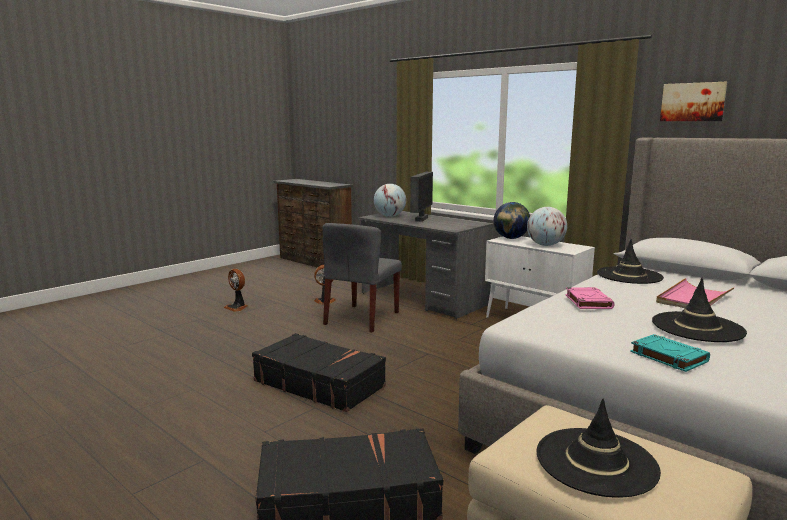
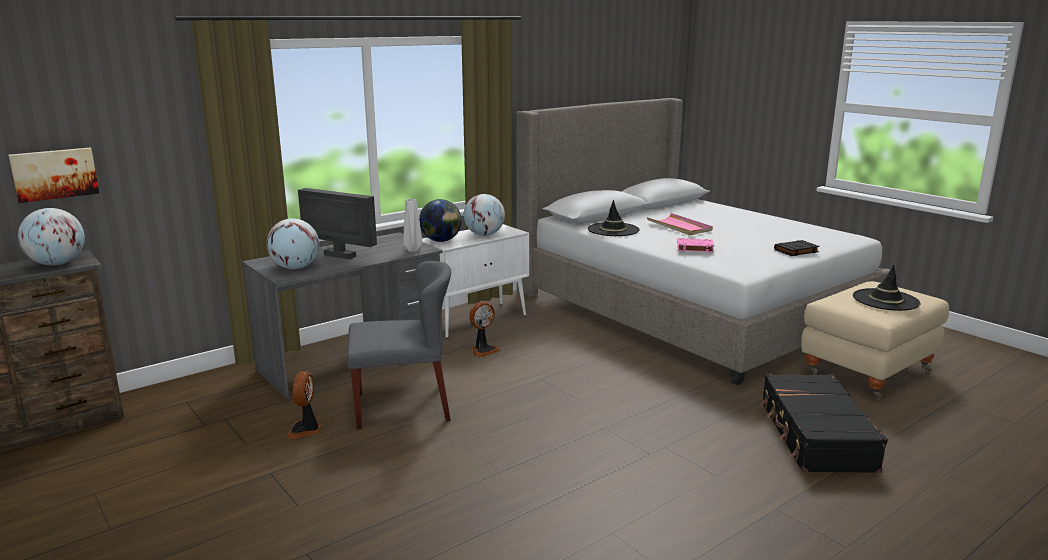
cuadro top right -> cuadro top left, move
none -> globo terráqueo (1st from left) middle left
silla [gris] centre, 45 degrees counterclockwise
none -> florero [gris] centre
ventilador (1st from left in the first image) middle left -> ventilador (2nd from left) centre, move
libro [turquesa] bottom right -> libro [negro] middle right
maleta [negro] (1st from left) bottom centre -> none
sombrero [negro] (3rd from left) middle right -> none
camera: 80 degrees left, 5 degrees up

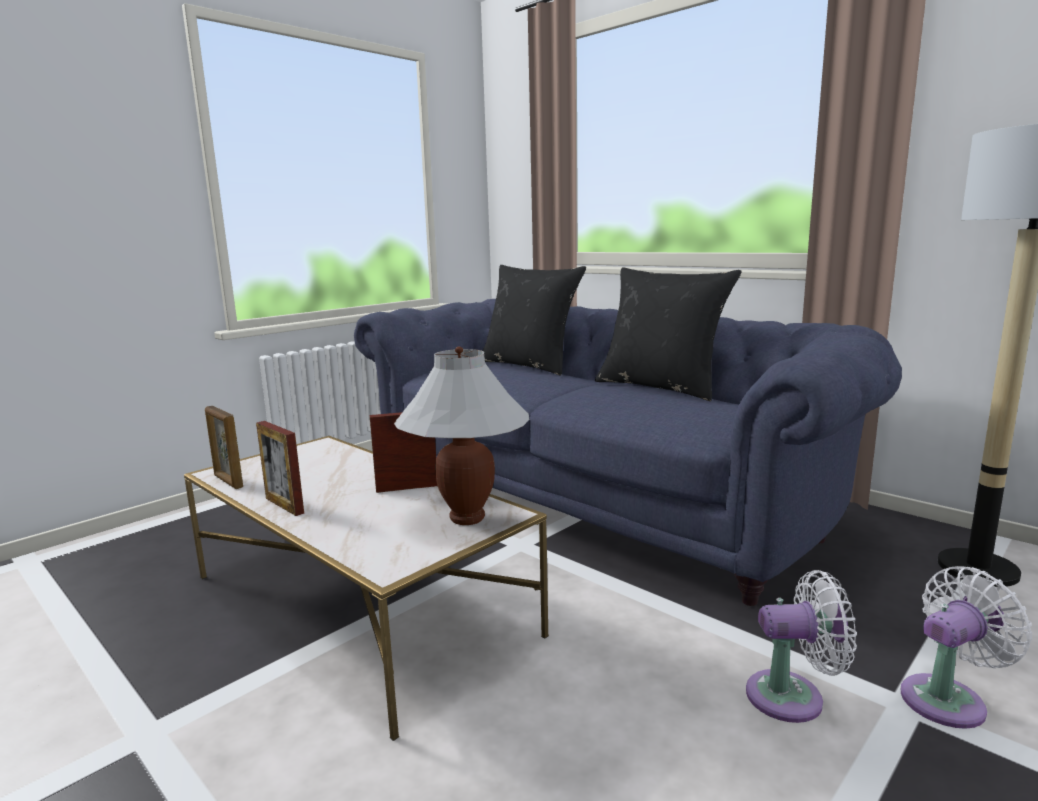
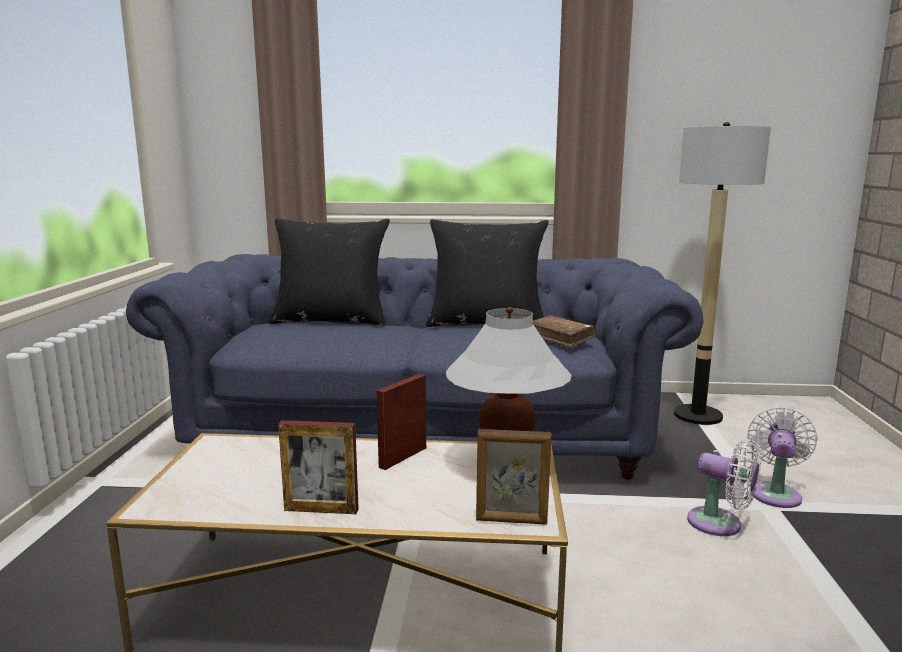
portarretratos (1st from left in the first image) middle left -> portarretratos (3rd from left) bottom centre, move
none -> libro [marrón] centre
ventilador [blanco] (1st from left) bottom right, 75 degrees clockwise
camera: 40 degrees left, 0 degrees up

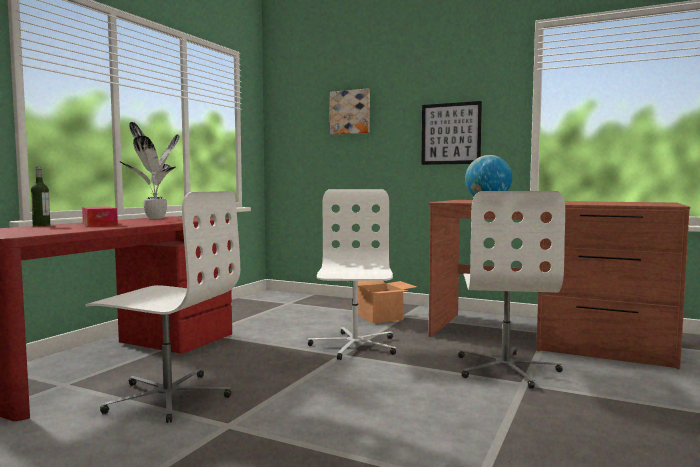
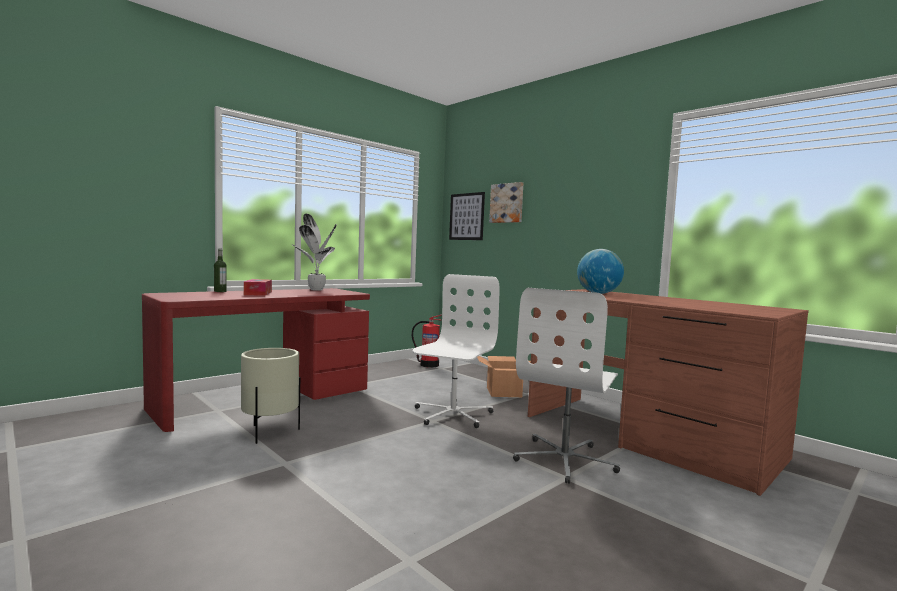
silla de oficina [blanco] (1st from left) middle left -> maceta [beis] bottom left
none -> extintor centre
cuadro (2nd from left in the first image) top centre -> cuadro (1st from left) centre, move
camera: 20 degrees right, 0 degrees up

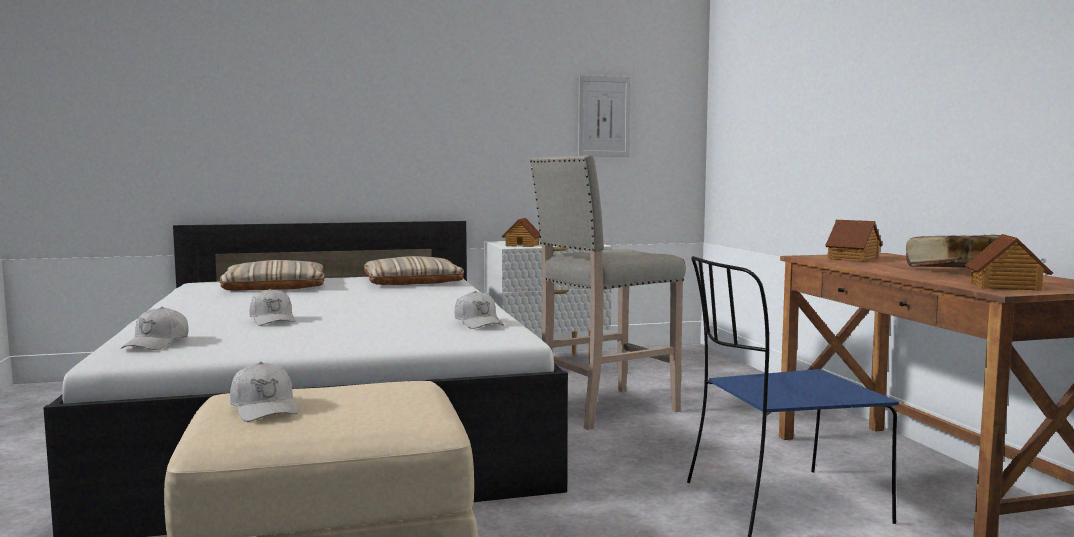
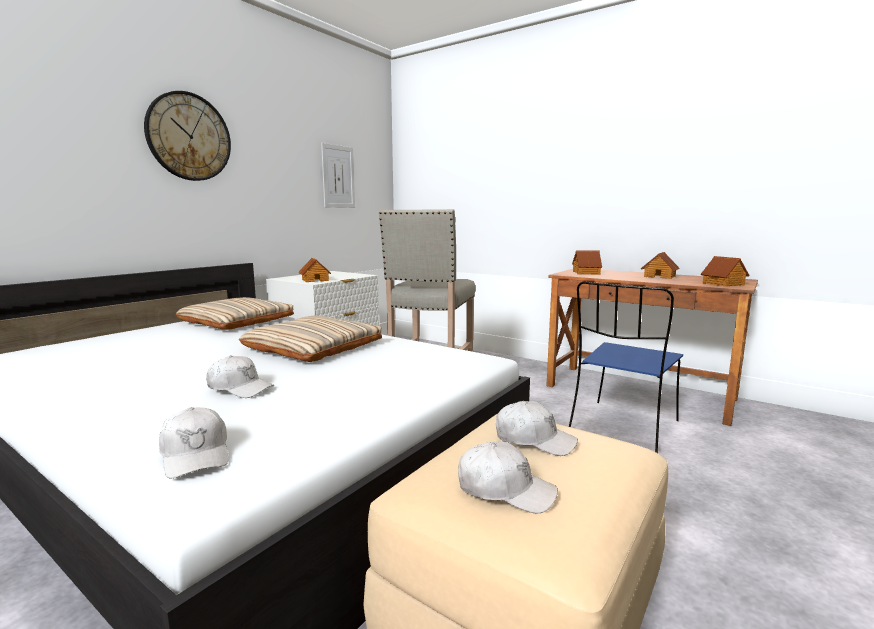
none -> reloj de pared top left
cojín [beis] (1st from left in the first image) middle left -> cojín [beis] (2nd from left) centre, move
gorra [blanco] (4th from left) centre -> gorra [blanco] (4th from left) bottom centre, move
libro middle right -> casita (3rd from left) middle right
camera: 40 degrees left, 5 degrees up

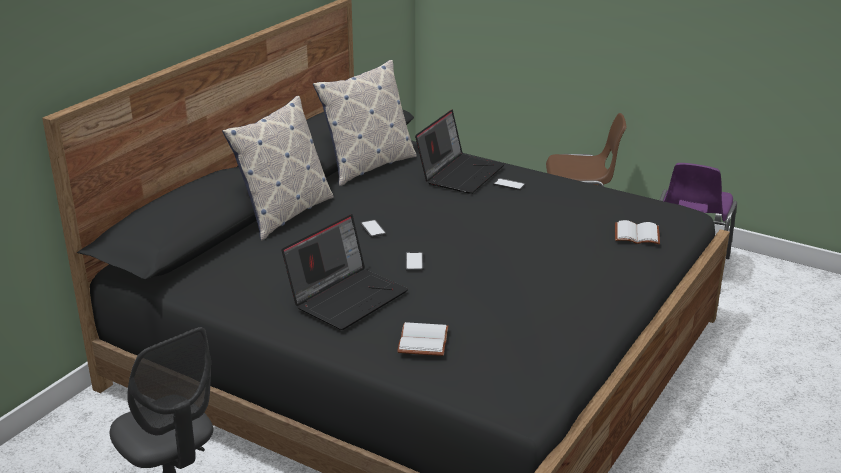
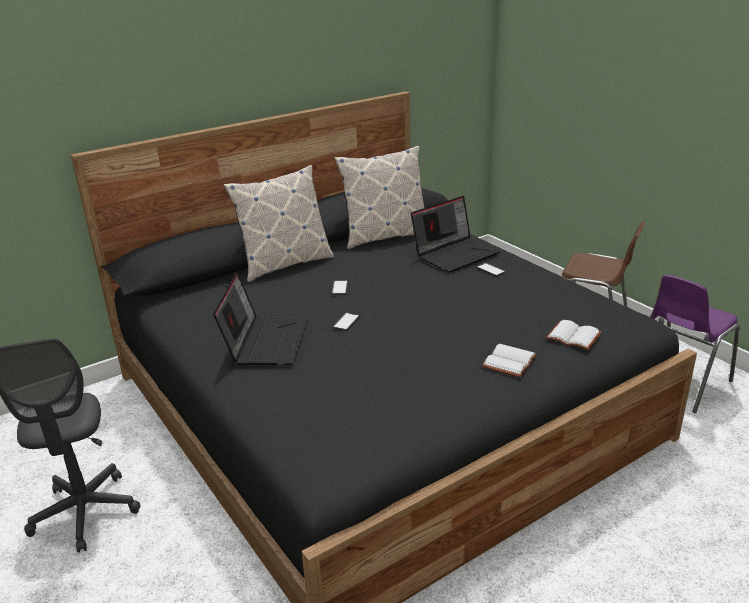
portátil (1st from left) centre, 60 degrees counterclockwise
libro [blanco] (1st from left) bottom centre -> libro [blanco] (1st from left) middle right, move
camera: 25 degrees right, 0 degrees up

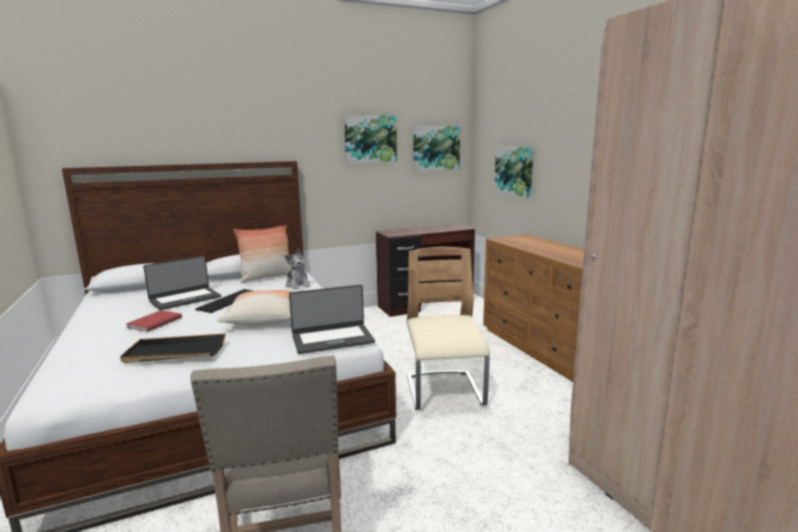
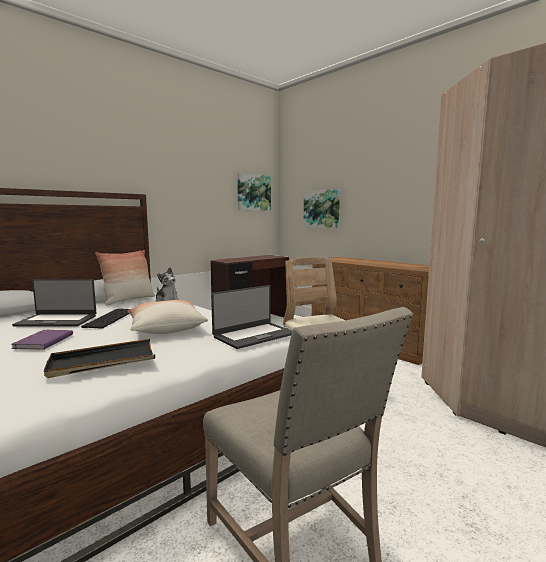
libro [rojo] middle left -> libro [morado] middle left
portátil (1st from left) middle left, 60 degrees clockwise
cuadro (1st from left) top centre -> none
camera: 20 degrees left, 5 degrees down

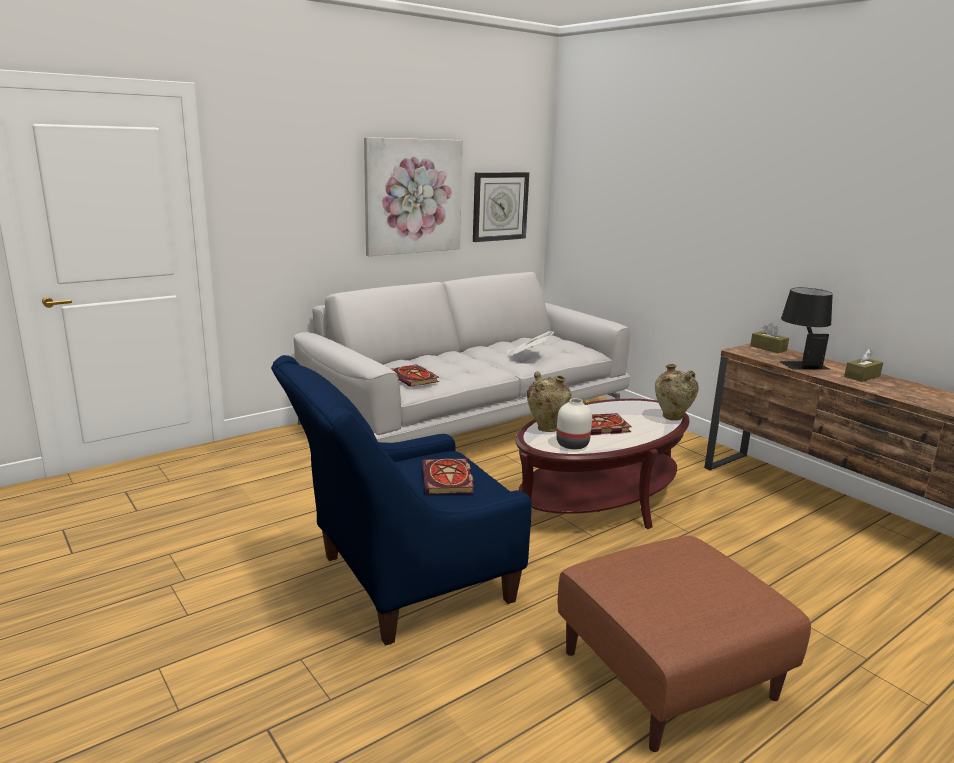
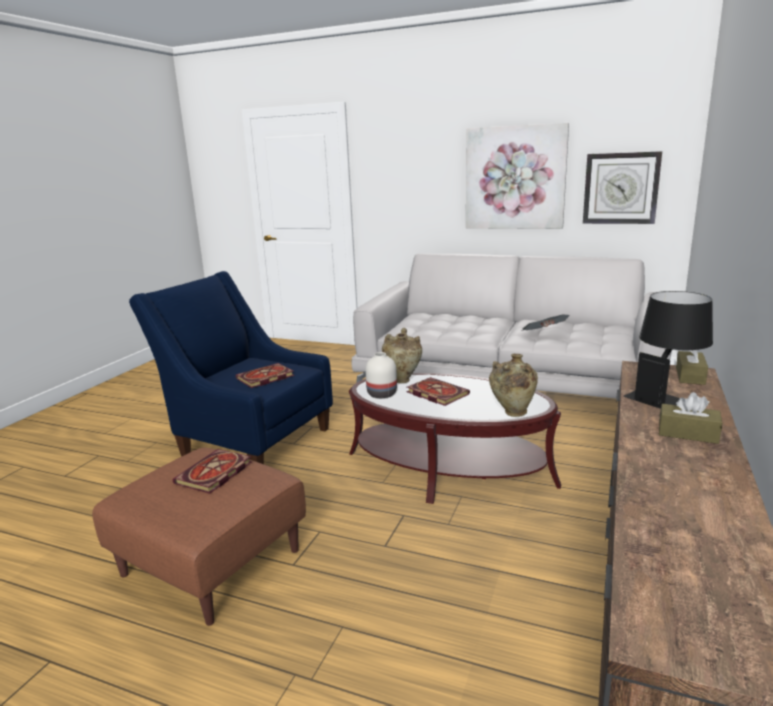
libro (1st from left) centre -> libro (1st from left) bottom left, move
camera: 60 degrees right, 0 degrees up

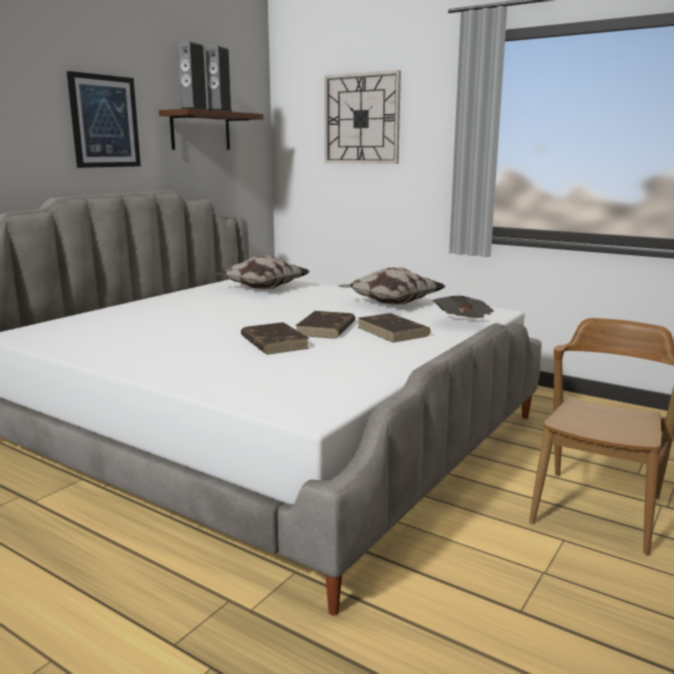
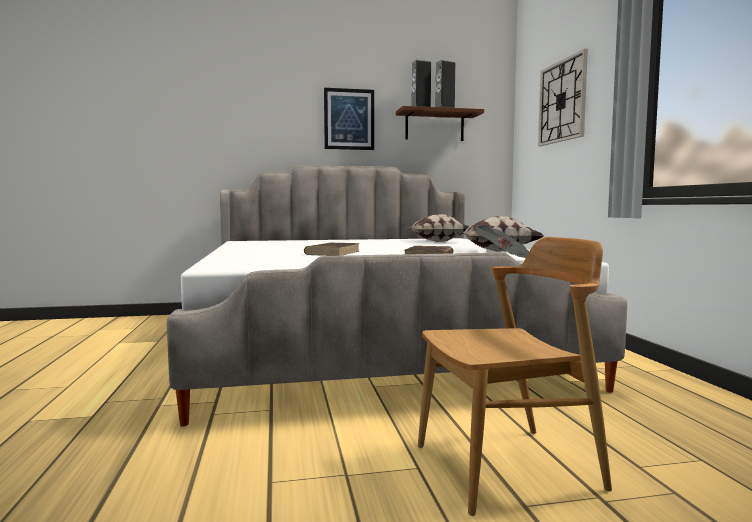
libro [marrón] (2nd from left) centre -> none
camera: 45 degrees right, 10 degrees down

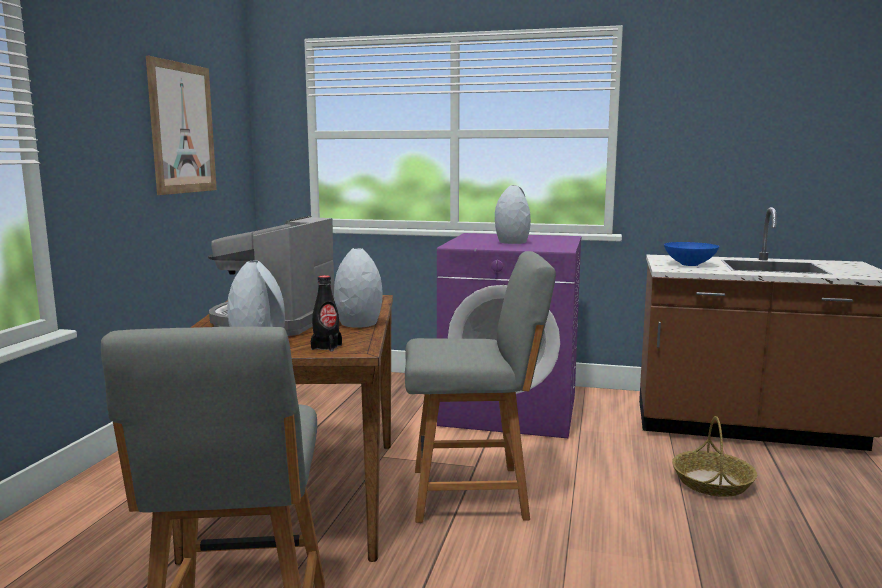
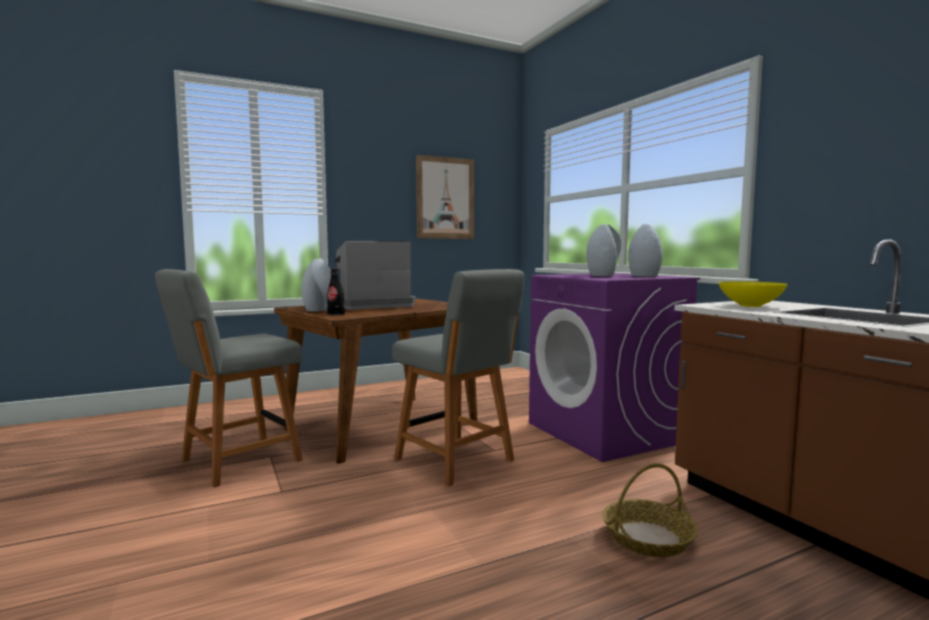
florero [gris] (2nd from left in the first image) centre -> florero [gris] (3rd from left) middle right, move
cuenco [azul] middle right -> cuenco [amarillo] middle right
camera: 50 degrees right, 5 degrees down

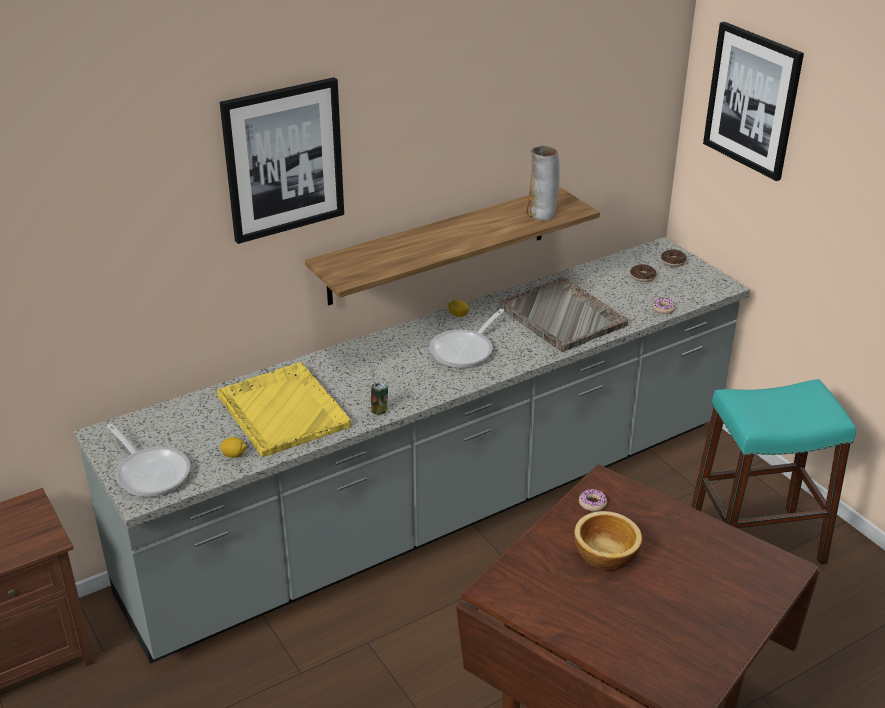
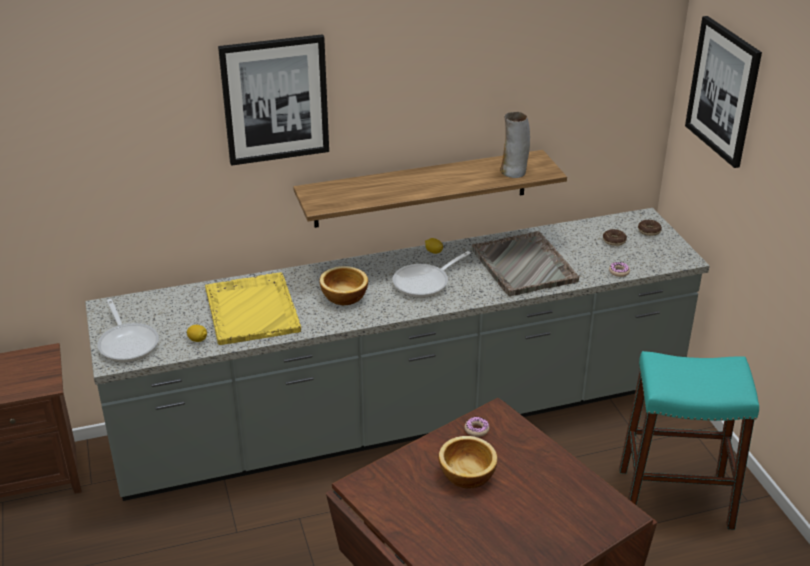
none -> cuenco (1st from left) centre
lata centre -> none
camera: 15 degrees right, 0 degrees up

